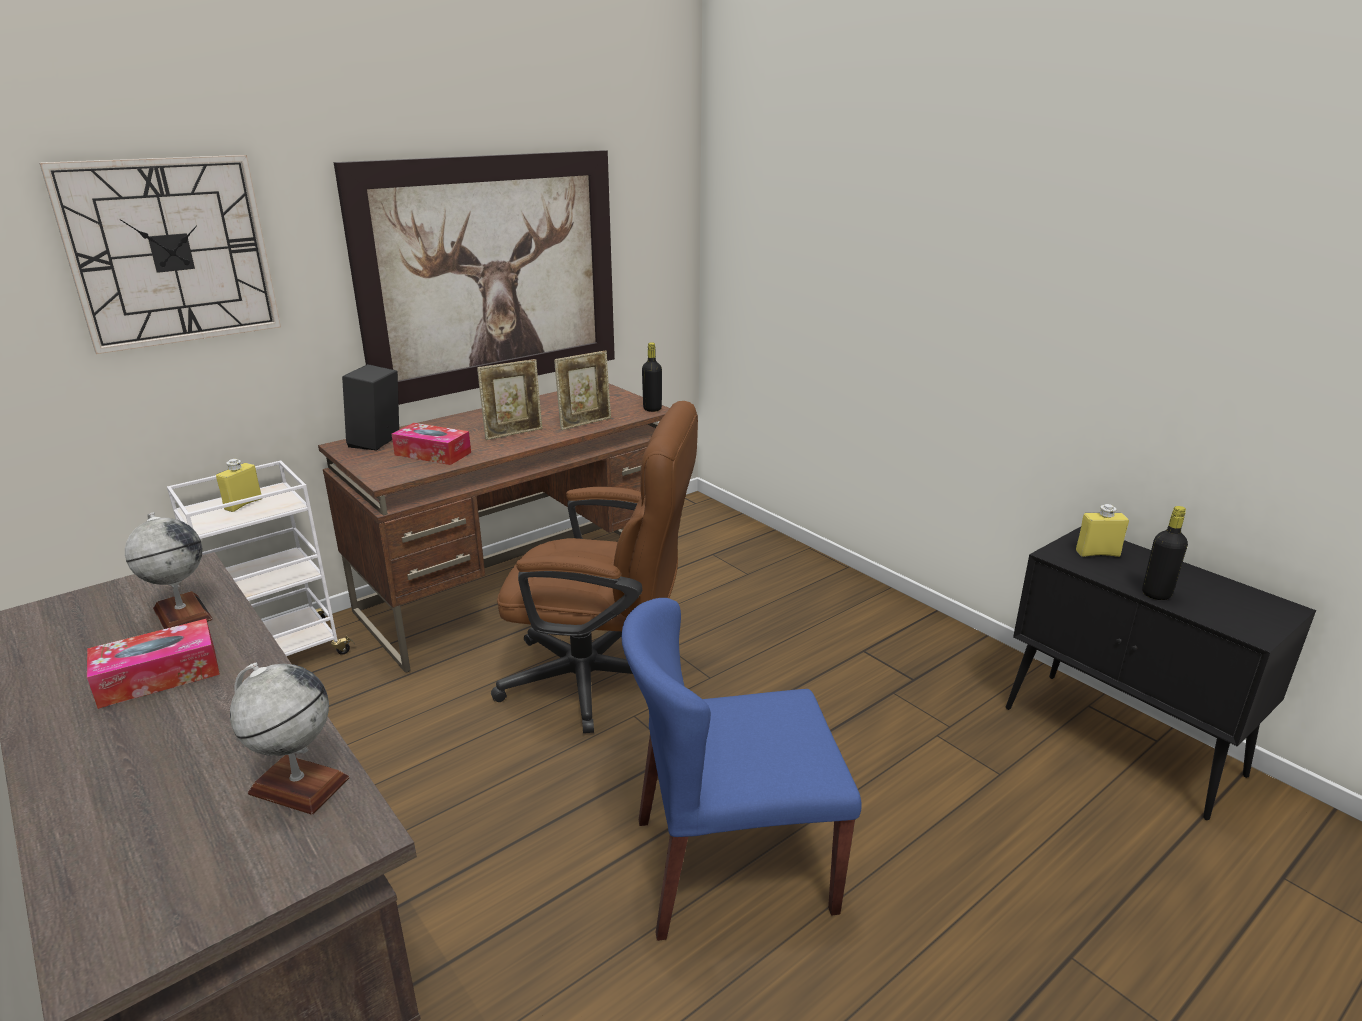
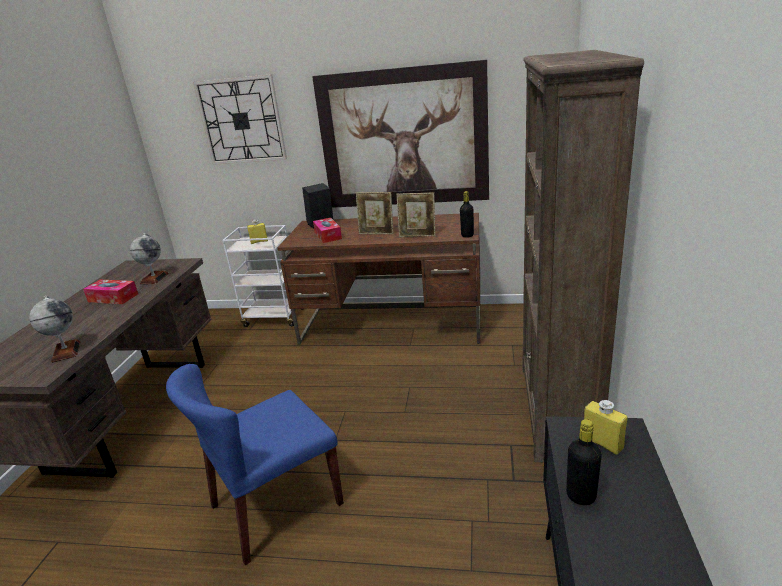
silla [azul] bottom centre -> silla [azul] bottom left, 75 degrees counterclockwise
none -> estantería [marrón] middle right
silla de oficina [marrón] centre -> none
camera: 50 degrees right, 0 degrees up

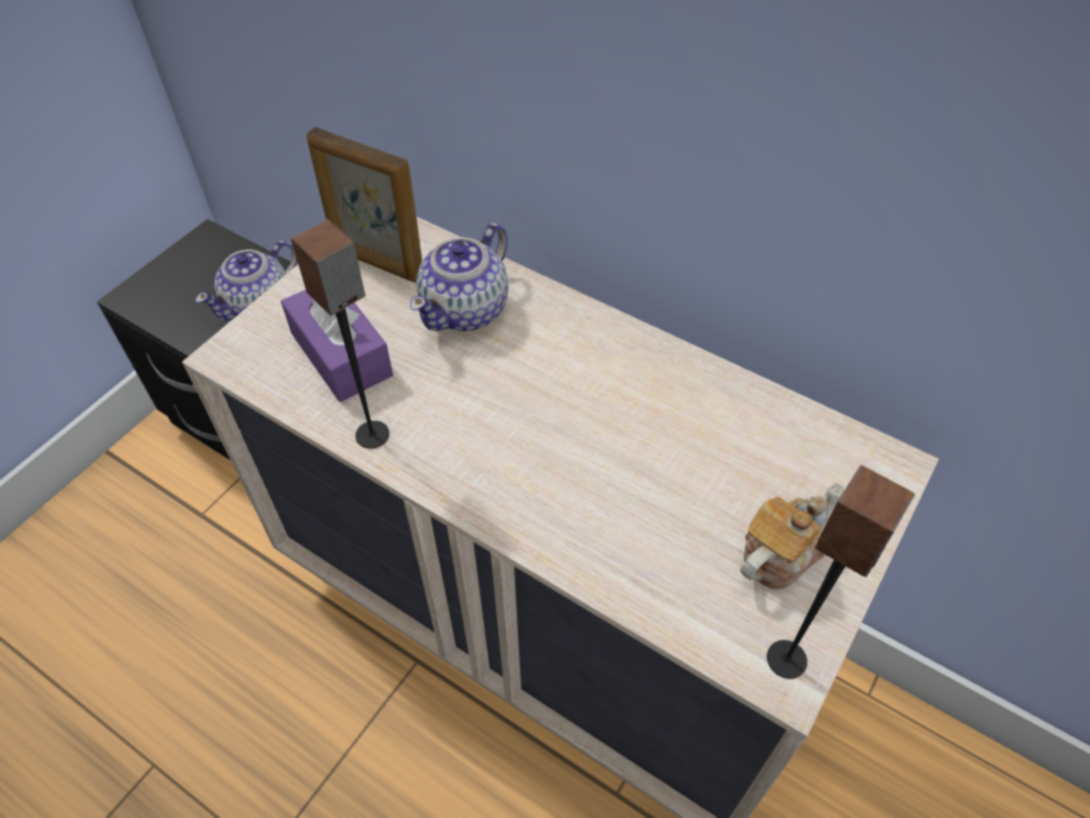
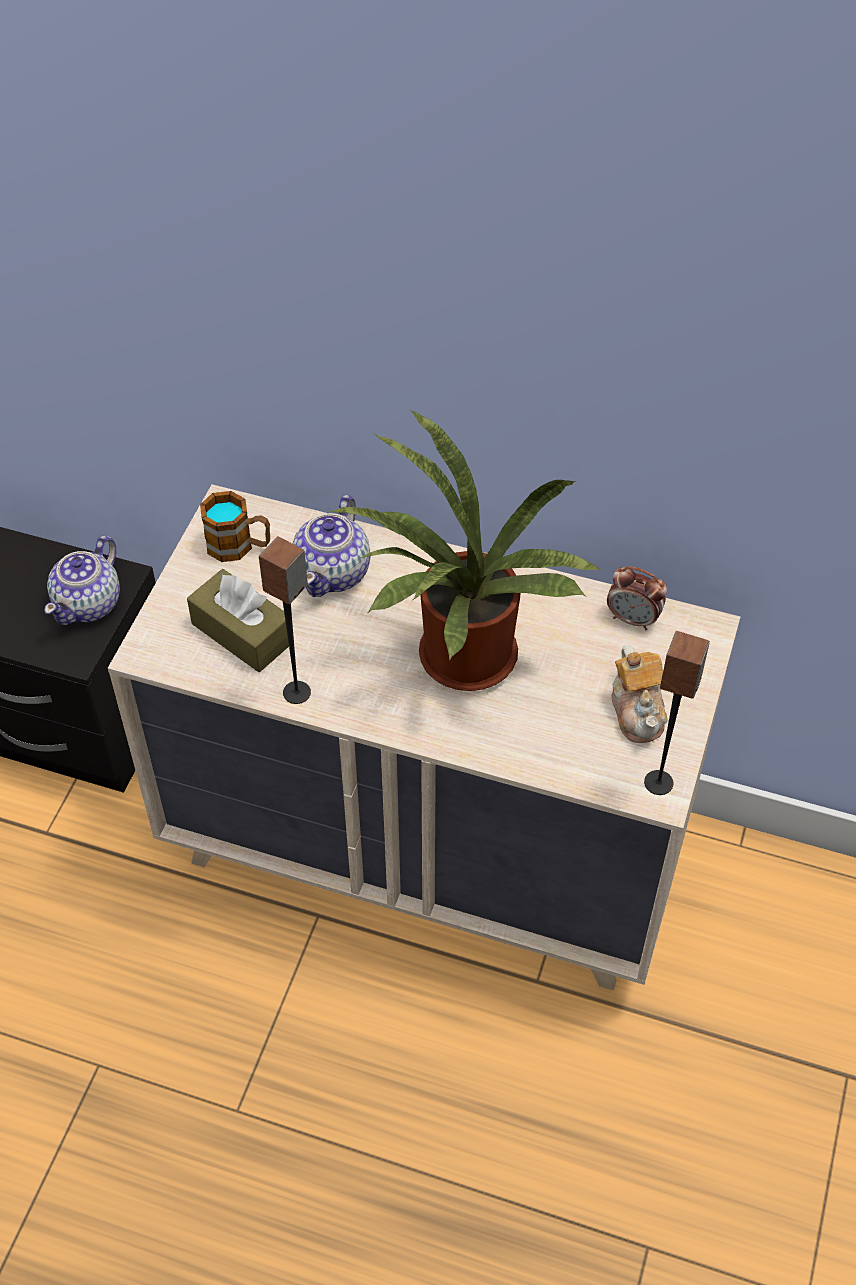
caja de pañuelos [morado] middle left -> caja de pañuelos [marrón] middle left
portarretratos top centre -> taza grande middle left
none -> planta en maceta centre
none -> despertador middle right
tetera (3rd from left) middle right, 135 degrees clockwise
camera: 15 degrees left, 0 degrees up

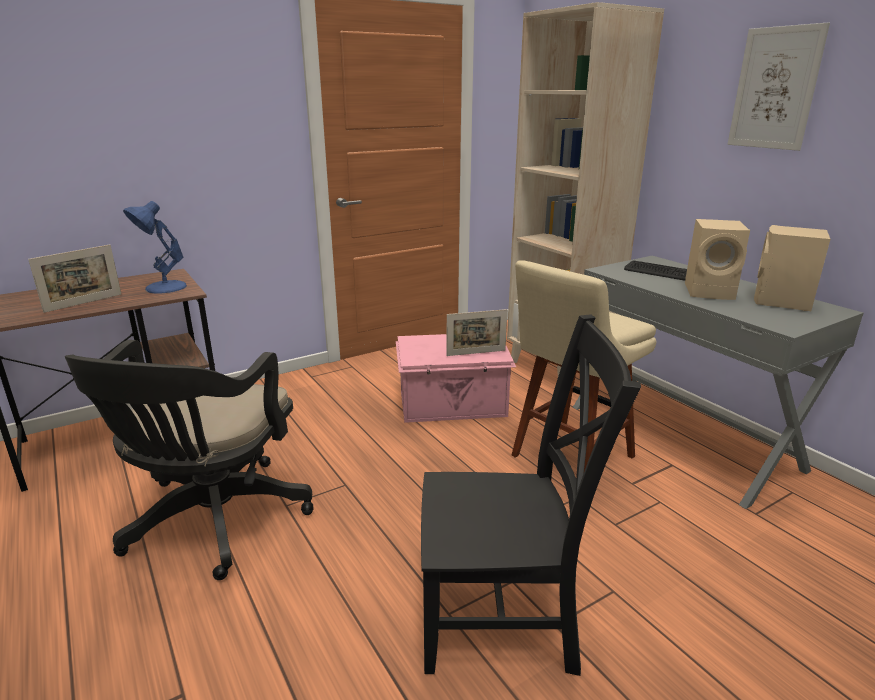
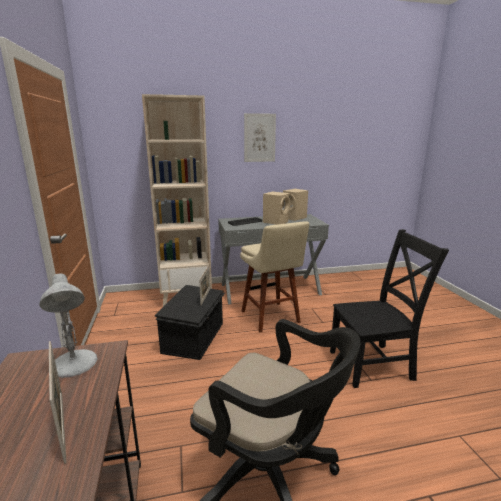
lámpara de mesa [azul] middle left -> lámpara de mesa [blanco] middle left
caja de almacenaje [rosa] centre -> caja de almacenaje [negro] centre
silla [negro] bottom centre -> silla [negro] middle right, 60 degrees clockwise
camera: 70 degrees left, 5 degrees down

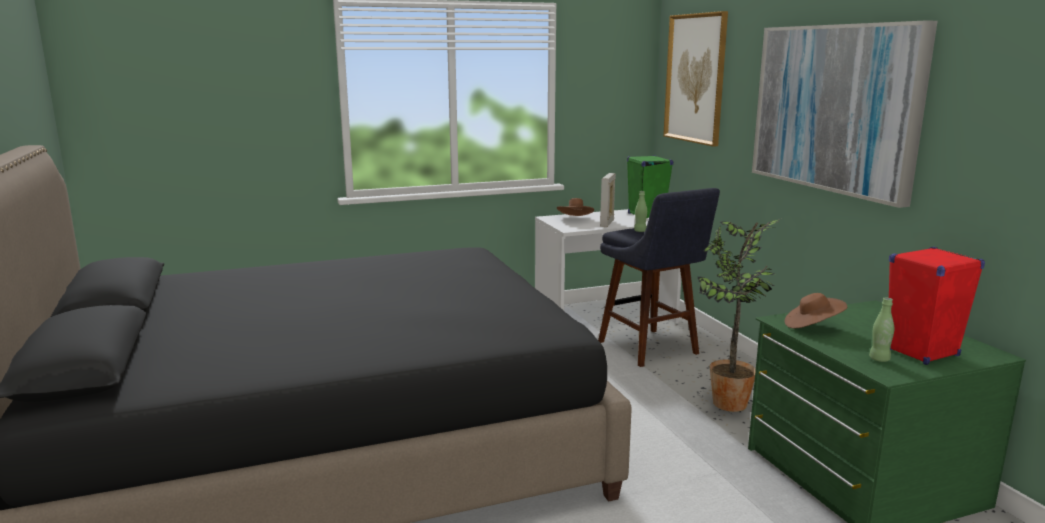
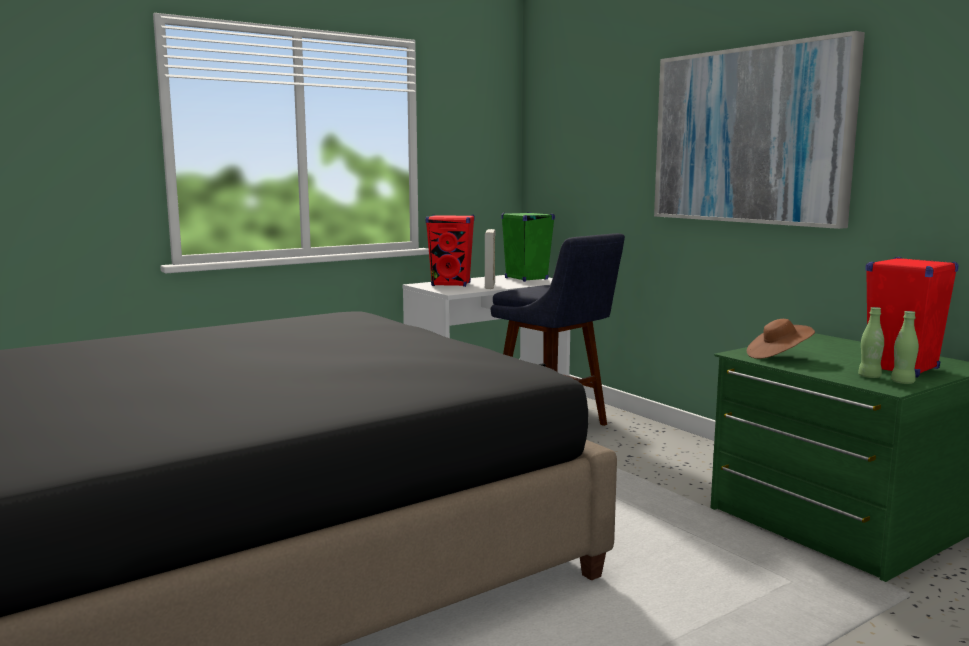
sombrero [marrón] (1st from left) centre -> altavoz [rojo] (1st from left) centre
botella [verde] (1st from left in the first image) centre -> botella [verde] (2nd from left) middle right, move
cuadro (1st from left) top centre -> none
planta en maceta middle right -> none
camera: 15 degrees left, 5 degrees down

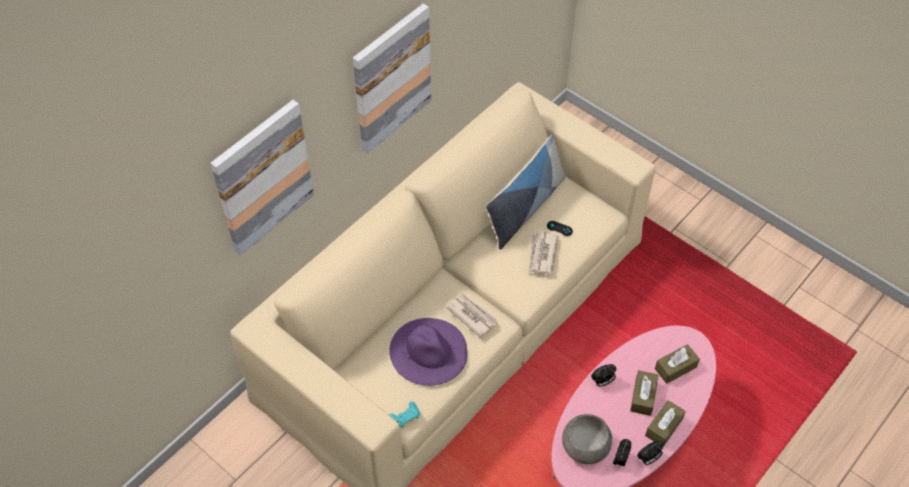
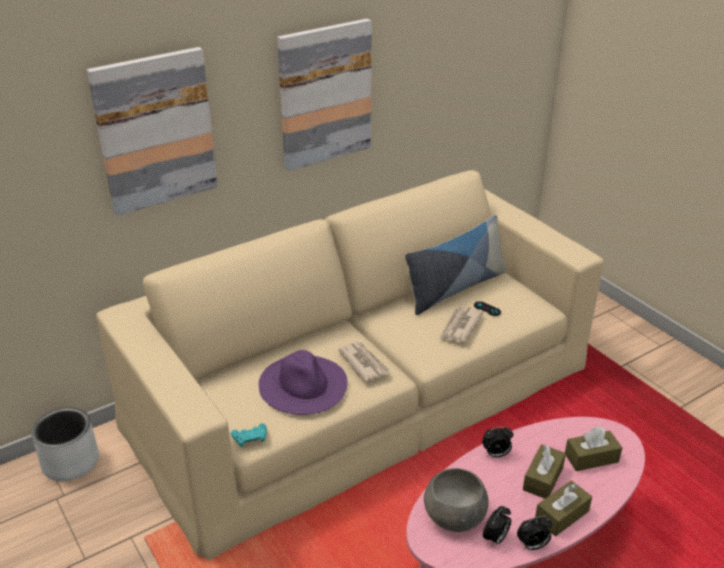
none -> maceta [gris] bottom left
camera: 15 degrees right, 20 degrees down

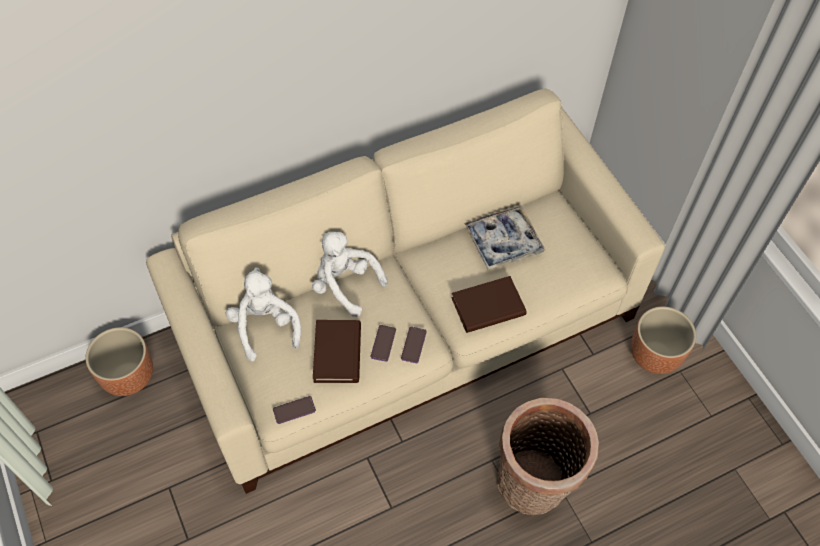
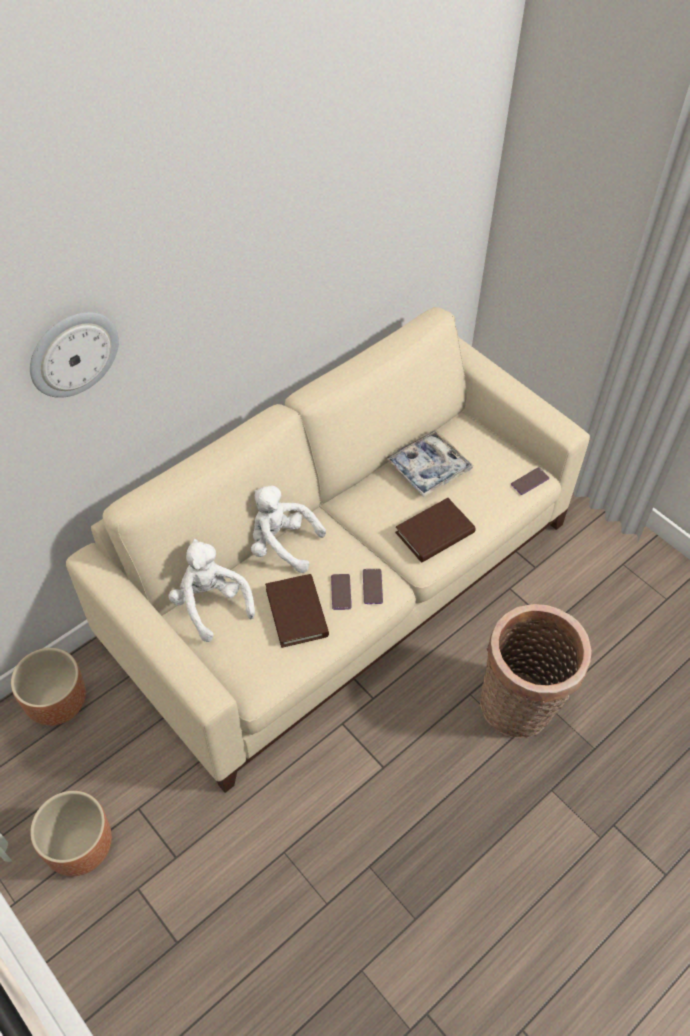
none -> reloj de pared middle left
maceta [marrón] (2nd from left) middle right -> maceta [marrón] (2nd from left) bottom left, move
móvil (1st from left in the first image) bottom centre -> móvil (3rd from left) middle right, move
camera: 15 degrees left, 5 degrees down

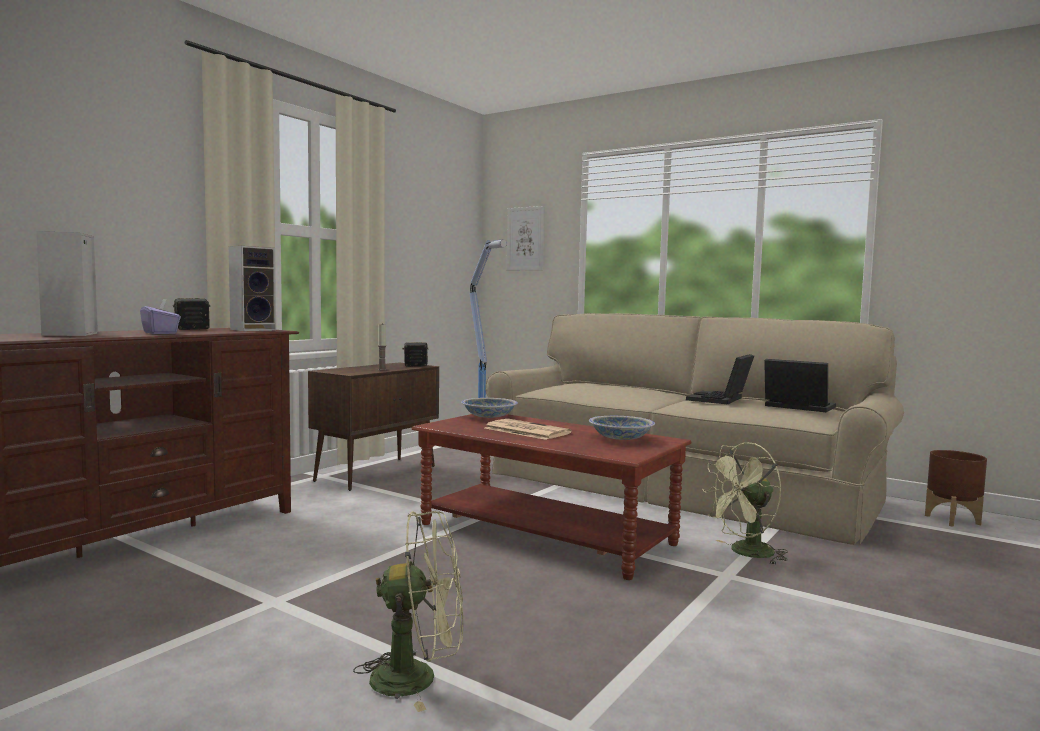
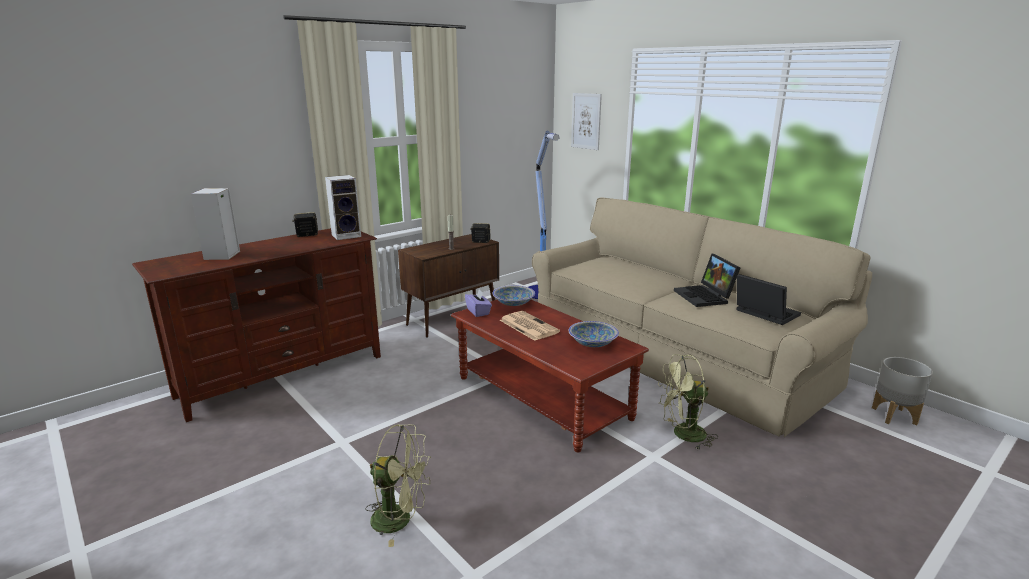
caja de pañuelos [morado] middle left -> caja de pañuelos [morado] centre, move
portátil (1st from left) middle right, 60 degrees counterclockwise
maceta [marrón] bottom right -> maceta [gris] bottom right
camera: 15 degrees right, 15 degrees up

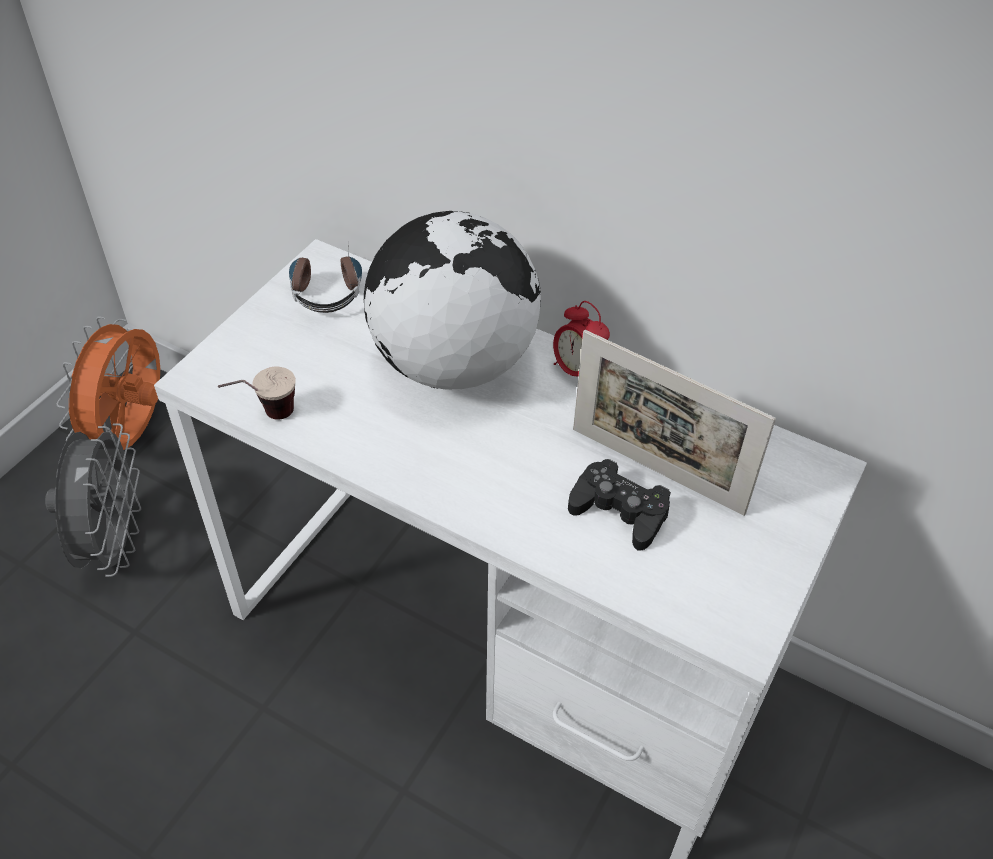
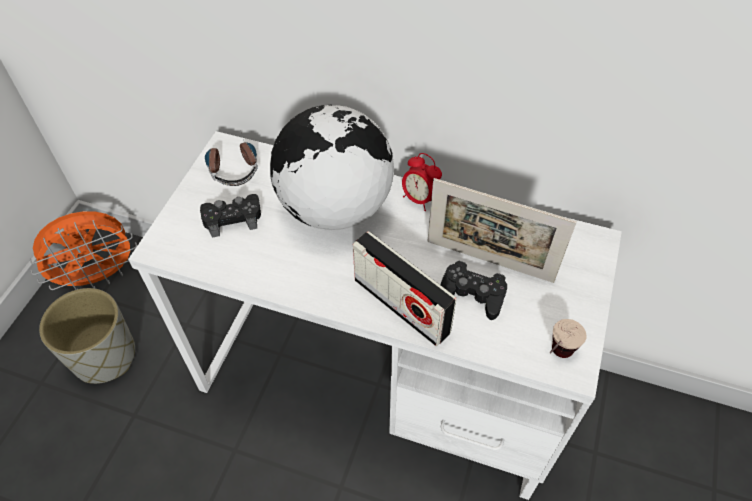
ventilador [naranja] middle left, 120 degrees counterclockwise
ventilador [gris] middle left -> maceta [gris] bottom left
none -> mando de consola [negro] (1st from left) middle left
none -> radio centre
taza middle left -> taza bottom right, move
camera: 10 degrees left, 5 degrees up

